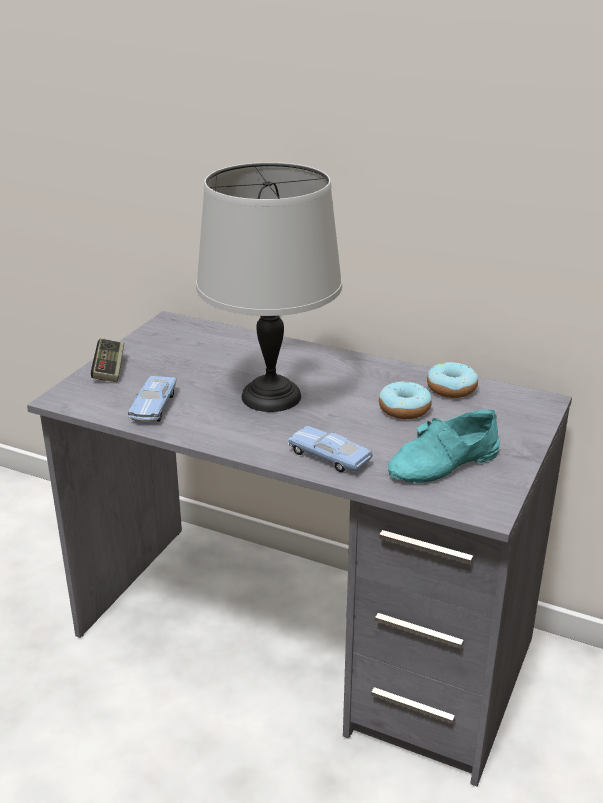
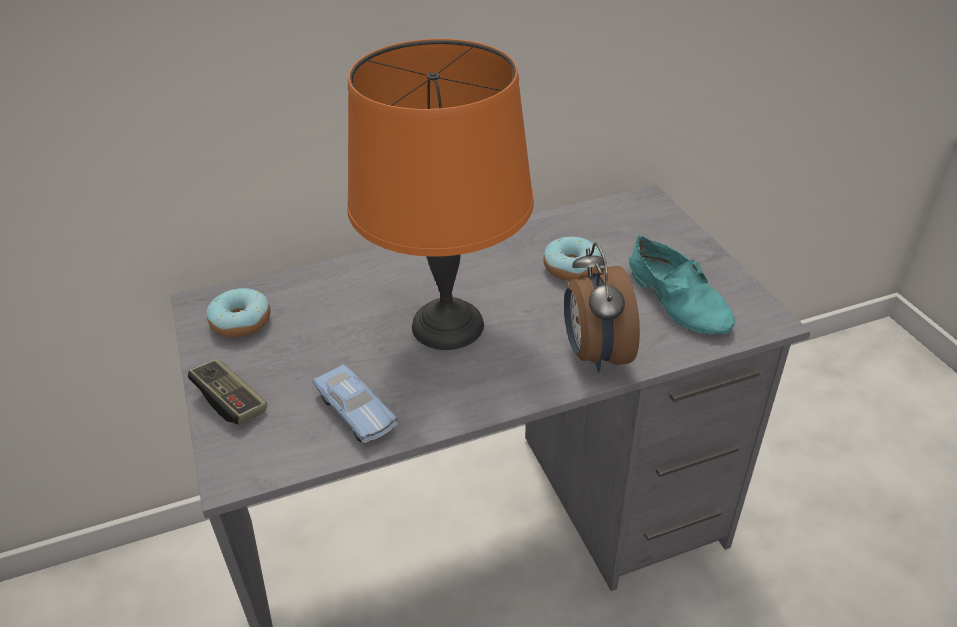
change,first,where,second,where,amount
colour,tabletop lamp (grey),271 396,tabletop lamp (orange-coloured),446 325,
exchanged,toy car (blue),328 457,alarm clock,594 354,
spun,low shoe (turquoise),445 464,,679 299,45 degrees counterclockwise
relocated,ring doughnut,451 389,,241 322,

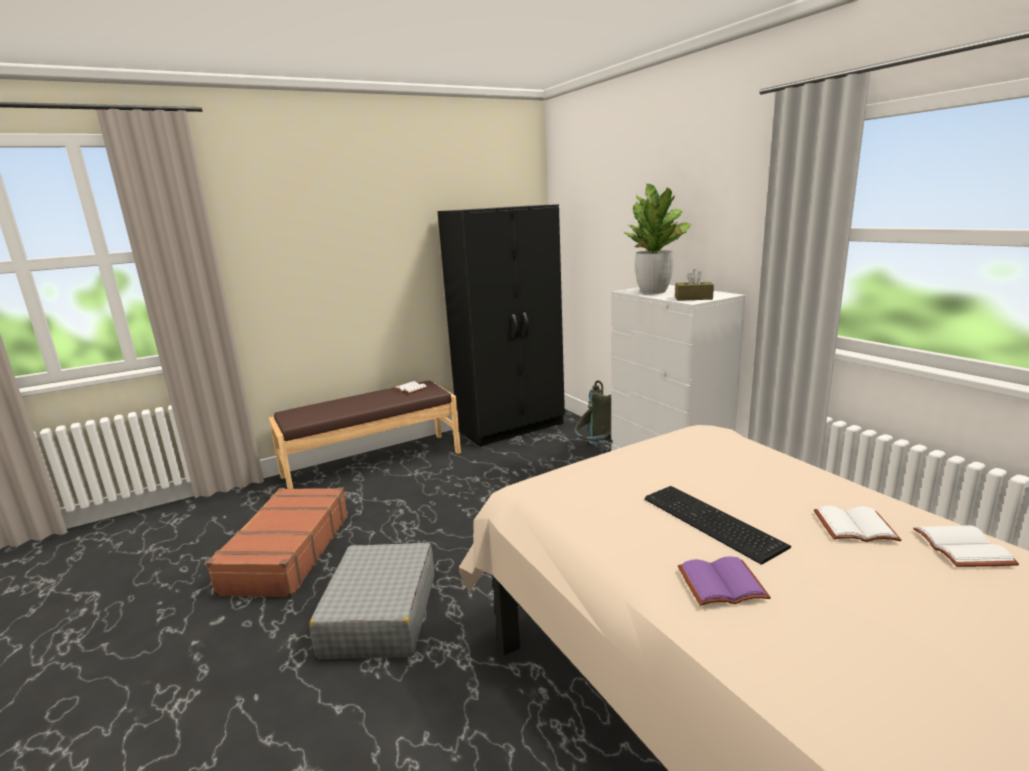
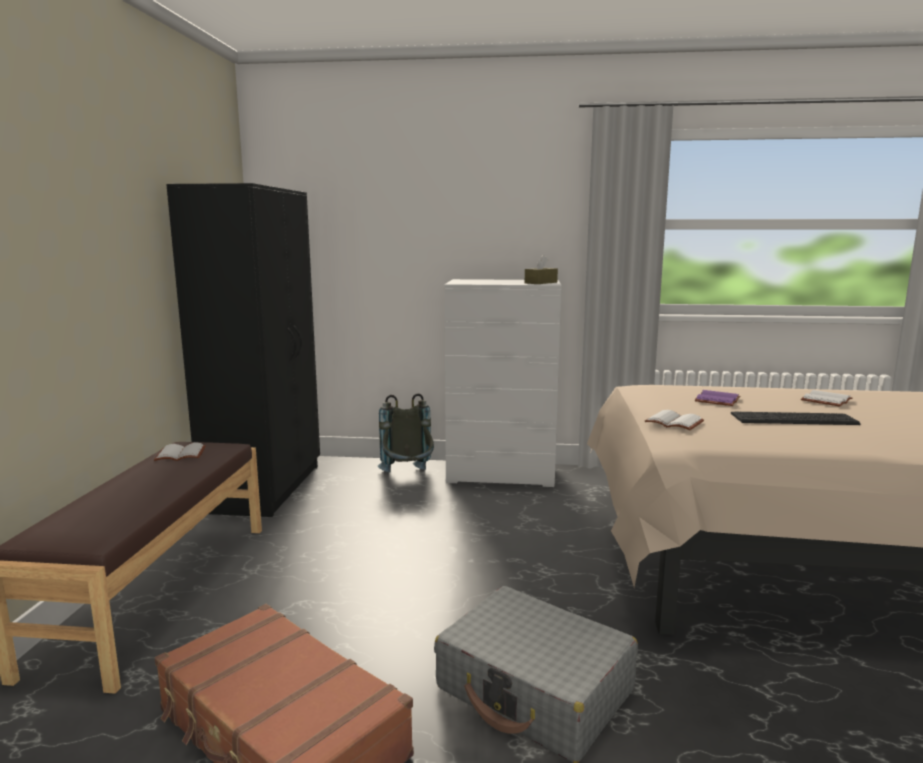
change,first,where,second,where,amount
missing,plant in a pot,653 292,,,
relocated,book (purple-coloured),721 585,,718 400,
relocated,book (white),965 548,,675 422,

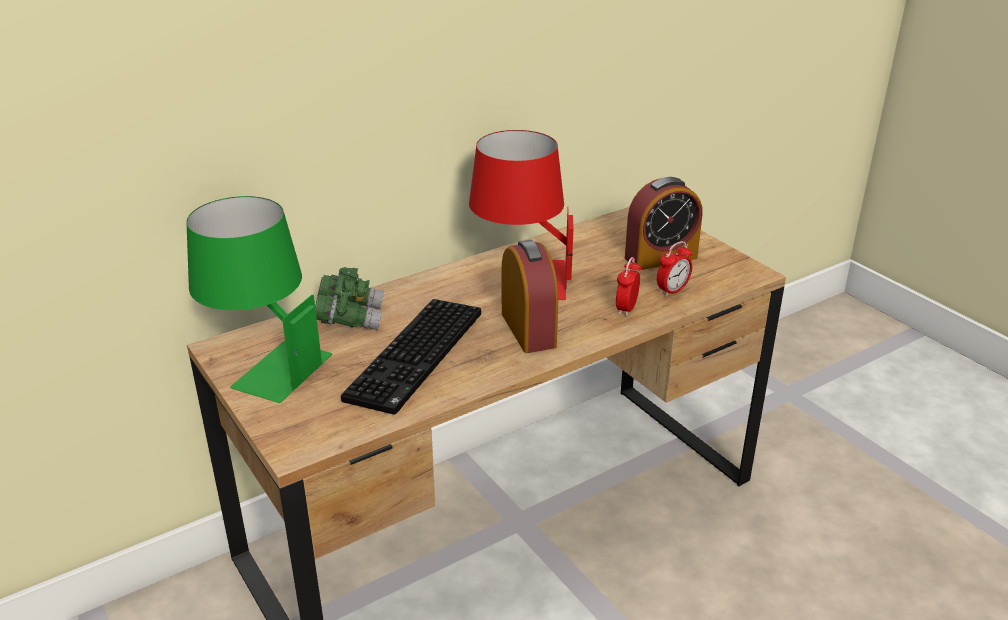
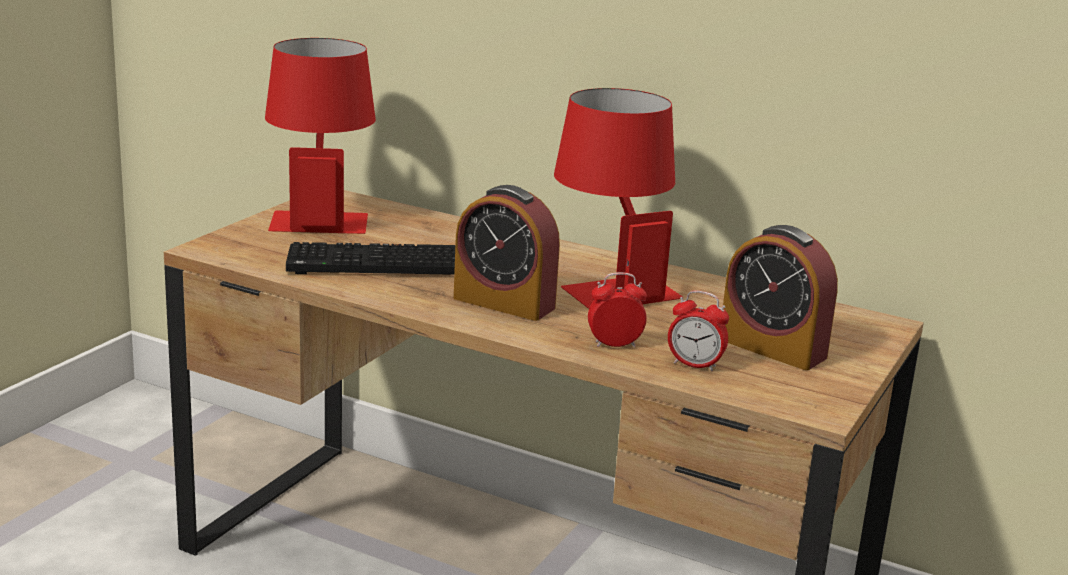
change,first,where,second,where,amount
colour,tabletop lamp (green-coloured),265 365,tabletop lamp (reddish),320 215,
missing,field glasses (green-coloured),350 318,,,
spun,alarm clock,528 330,,504 303,75 degrees clockwise

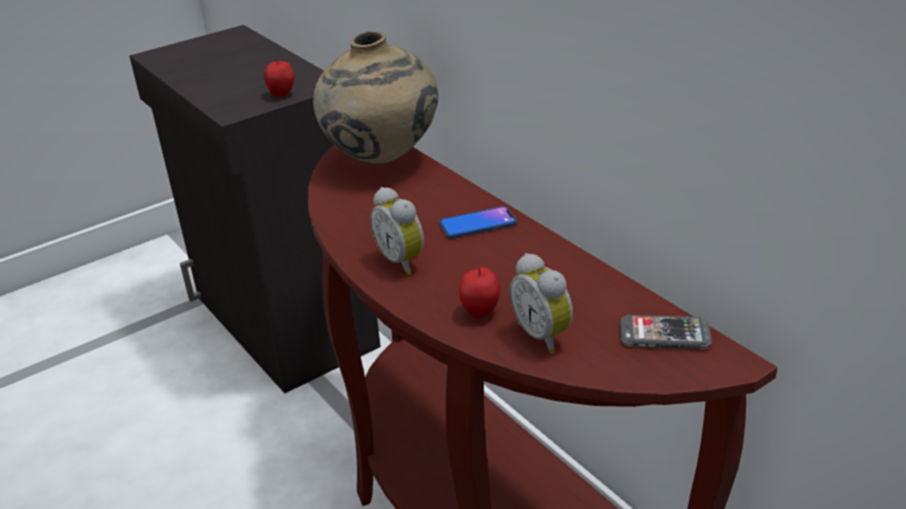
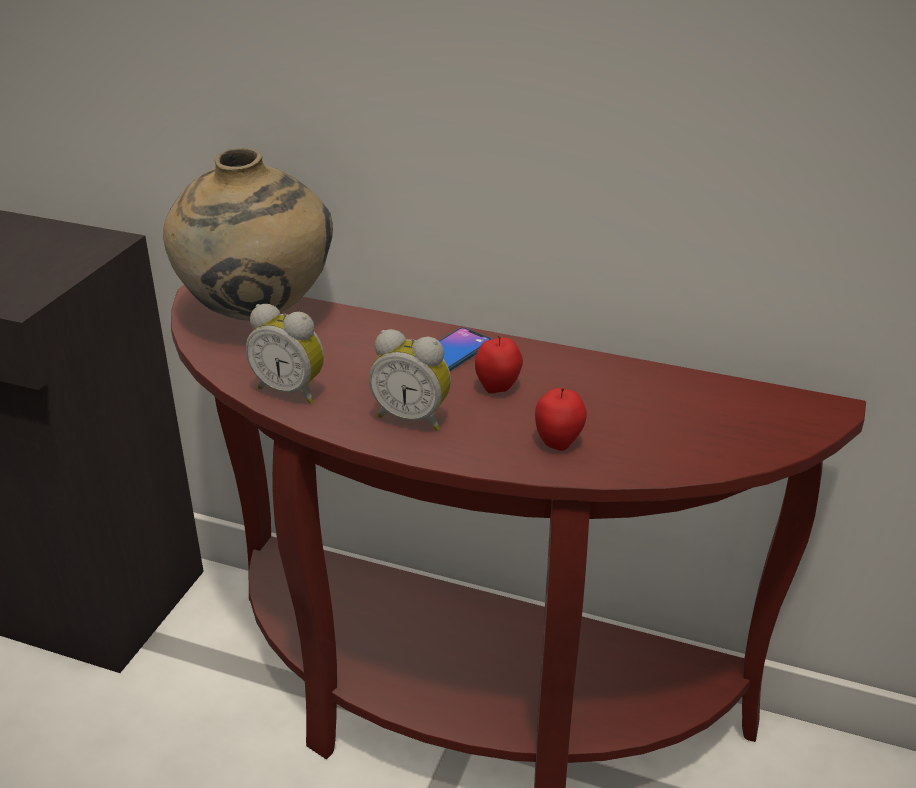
change,first,where,second,where,amount
relocated,apple fruit,282 95,,498 388,
relocated,alarm clock,544 335,,291 390,
missing,handset,664 335,,,

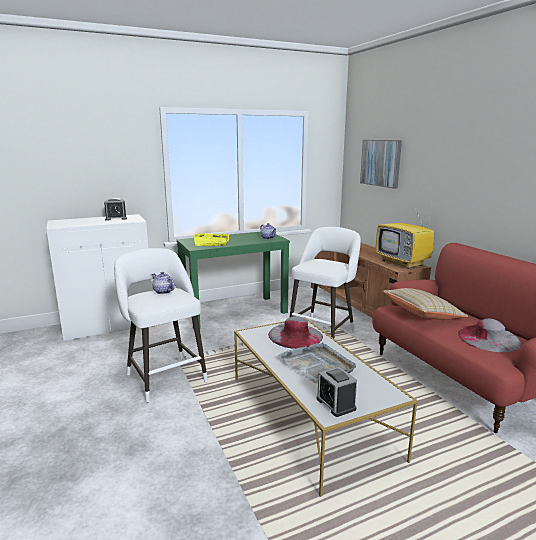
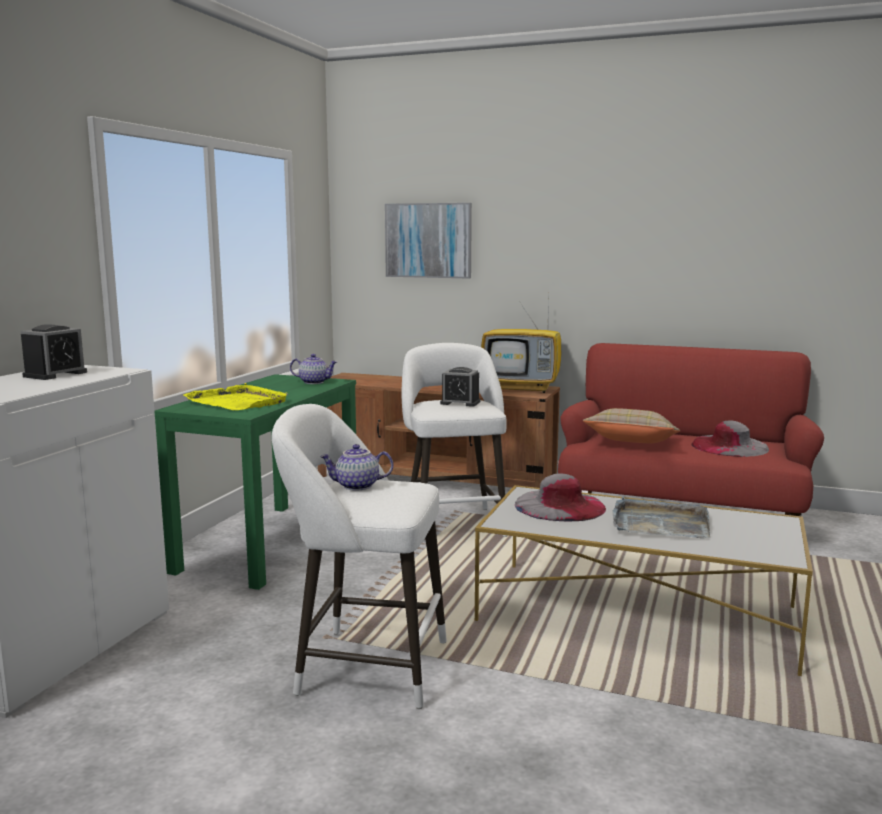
change,first,where,second,where,amount
relocated,alarm clock,335 404,,460 403,

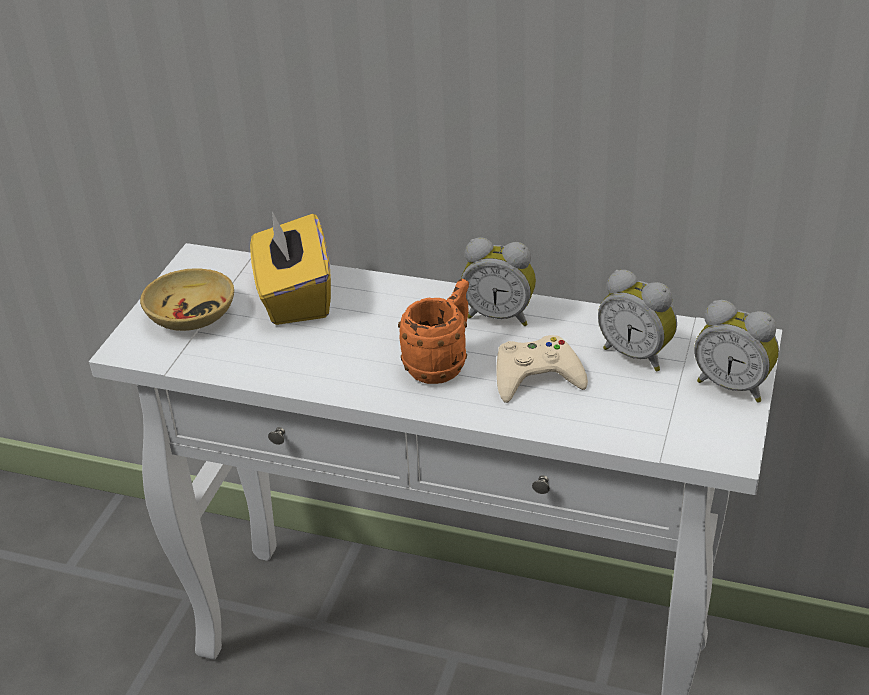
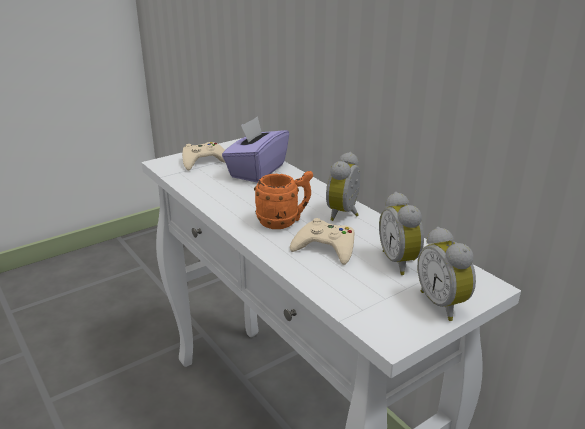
change,first,where,second,where,amount
exchanged,deep dish (sand-coloured),191 315,gamepad (sand-coloured),204 161,
colour,tissue box (yellowish),294 297,tissue box (purple-coloured),256 170,
spun,alarm clock,499 315,,345 214,60 degrees clockwise

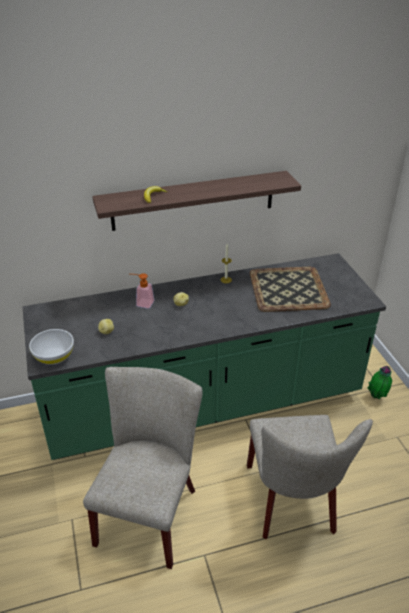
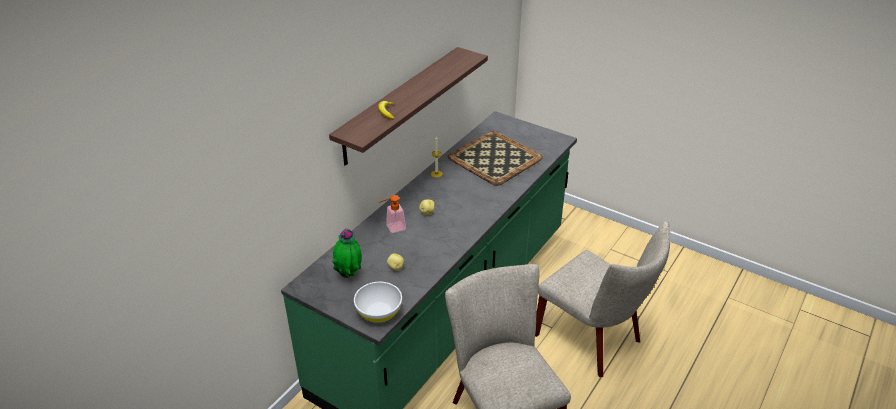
change,first,where,second,where,amount
relocated,plant in a pot,377 397,,349 275,

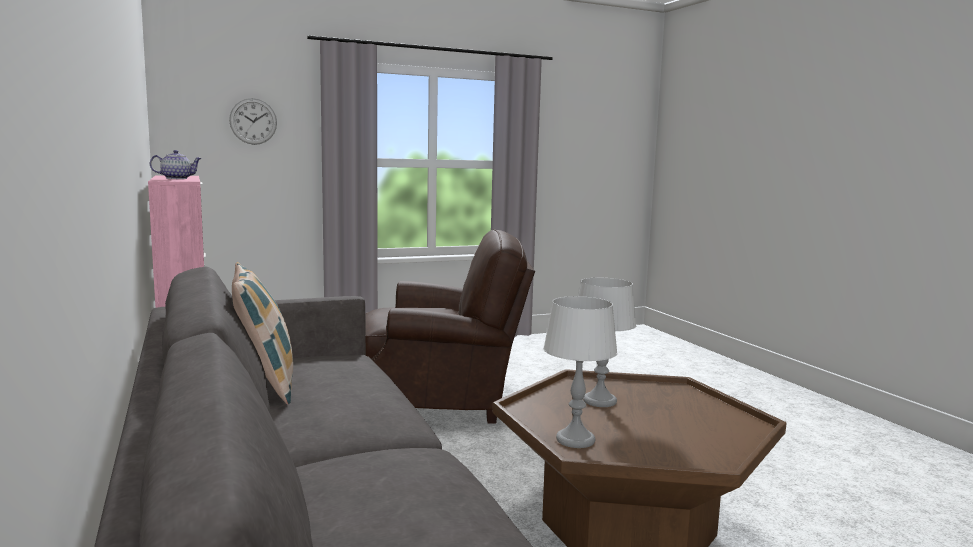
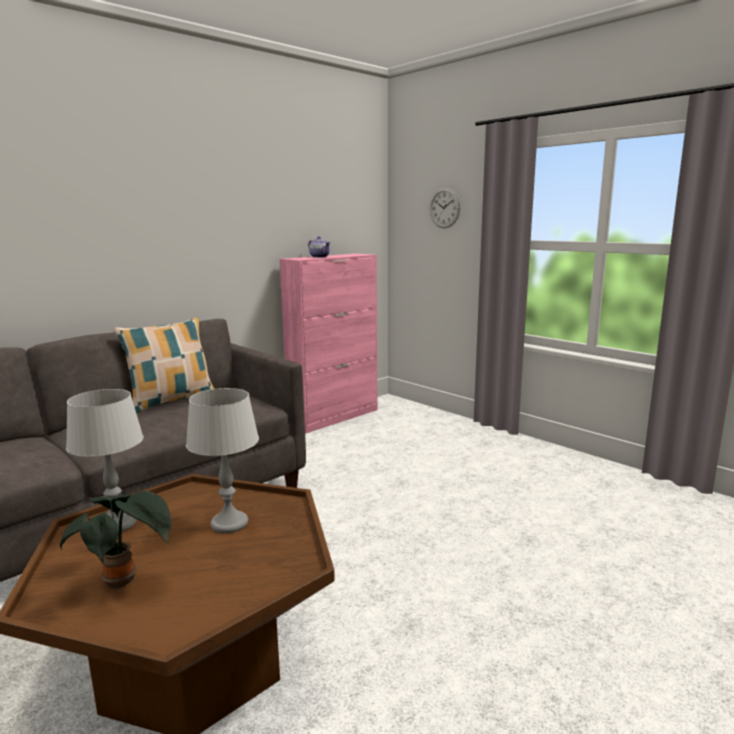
change,first,where,second,where,amount
missing,lounge chair (brown),442 400,,,
appeared,,,plant in a pot,124 581,

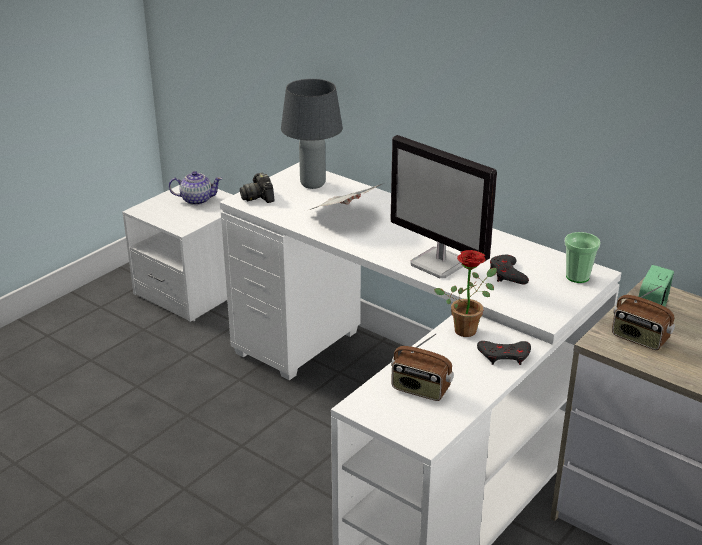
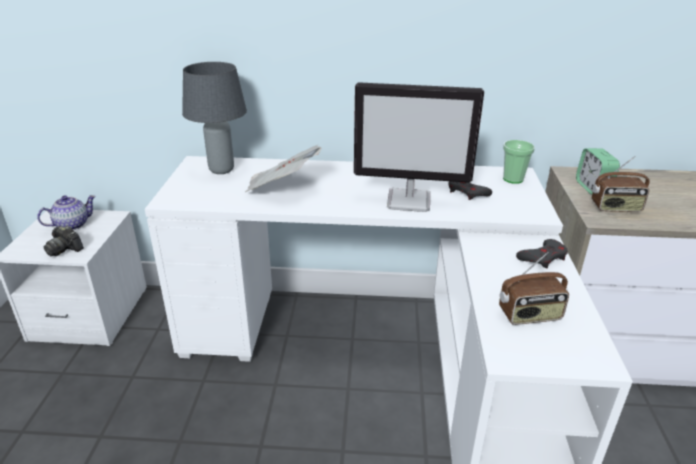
change,first,where,second,where,amount
relocated,photo camera,258 197,,65 249,
missing,plant in a pot,467 328,,,

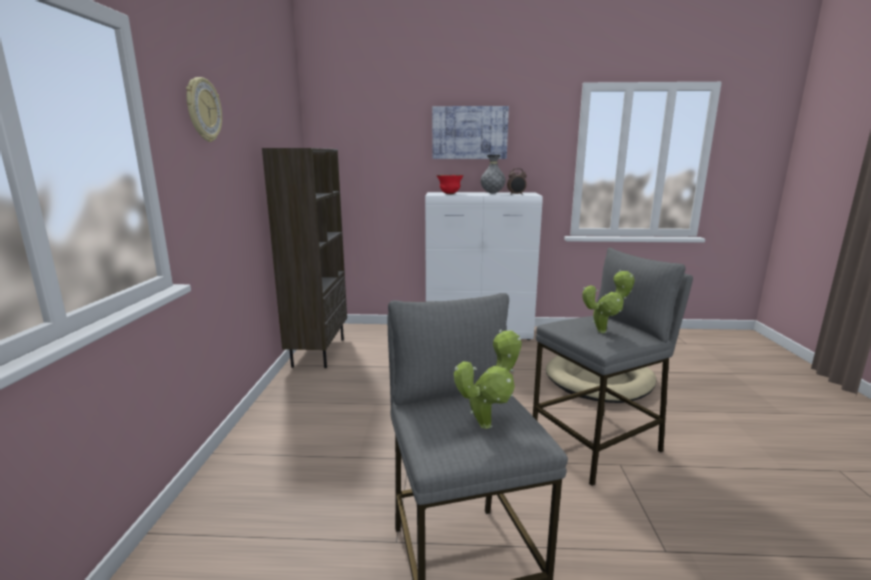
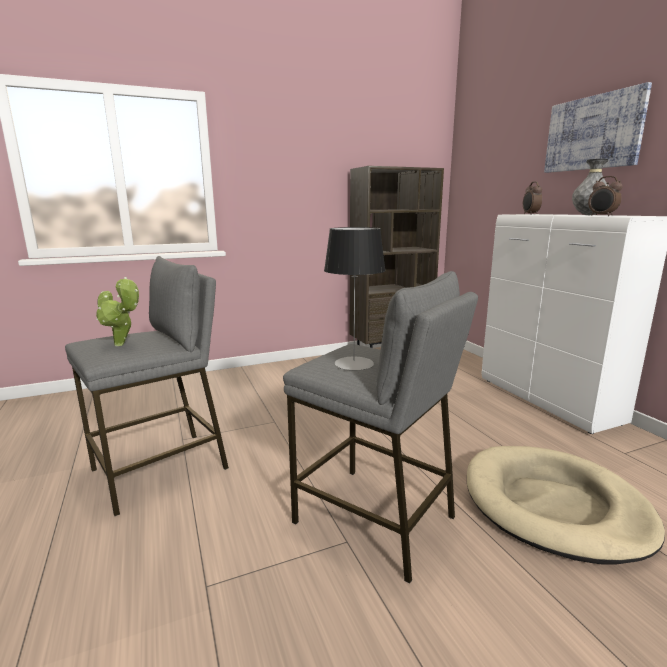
change,first,where,second,where,amount
missing,wall clock,203 110,,,
exchanged,deep dish (reddish),449 194,alarm clock,530 214,
exchanged,plant in a pot,604 331,tabletop lamp,354 363,

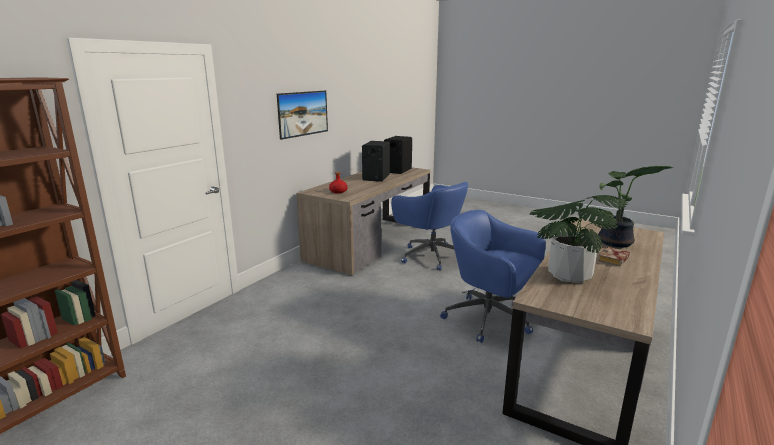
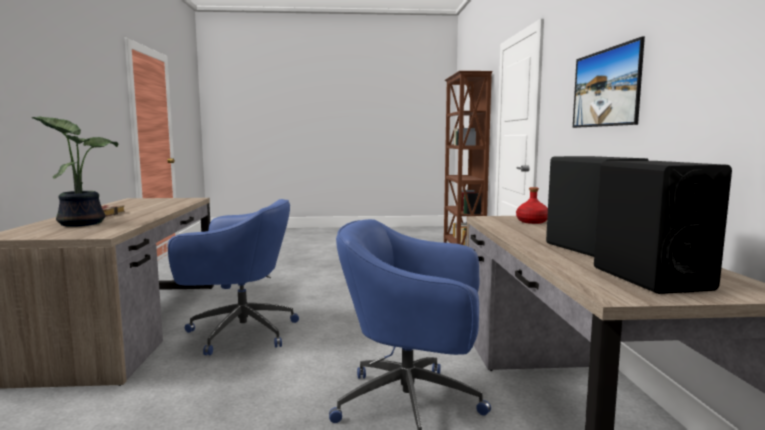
change,first,where,second,where,amount
missing,plant in a pot,569 275,,,

